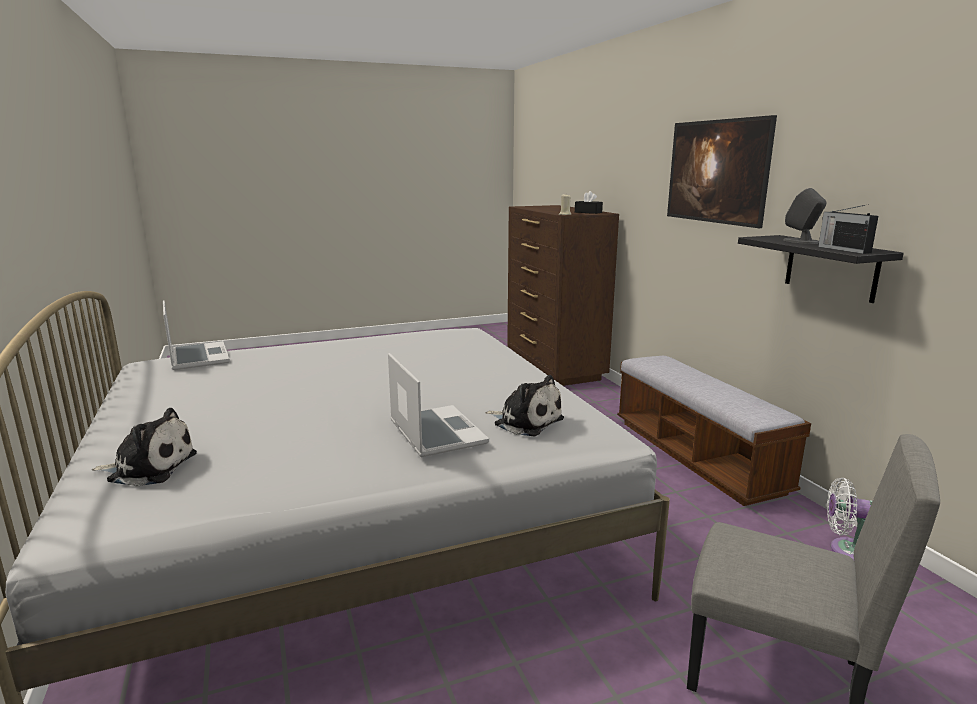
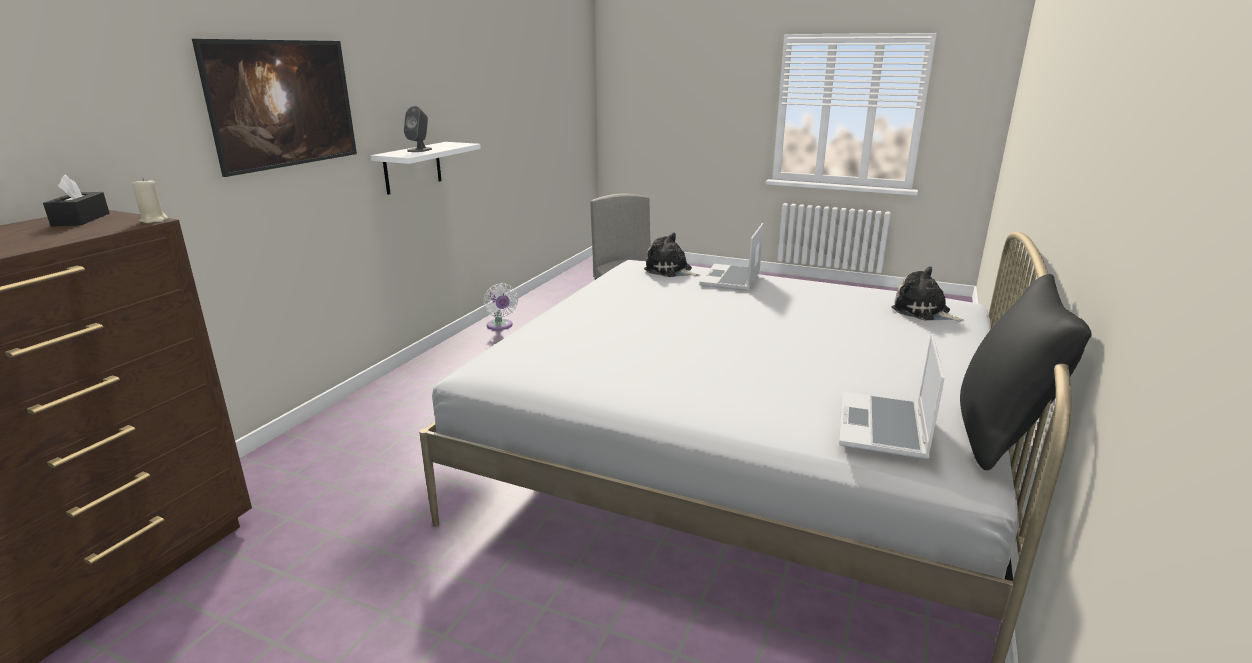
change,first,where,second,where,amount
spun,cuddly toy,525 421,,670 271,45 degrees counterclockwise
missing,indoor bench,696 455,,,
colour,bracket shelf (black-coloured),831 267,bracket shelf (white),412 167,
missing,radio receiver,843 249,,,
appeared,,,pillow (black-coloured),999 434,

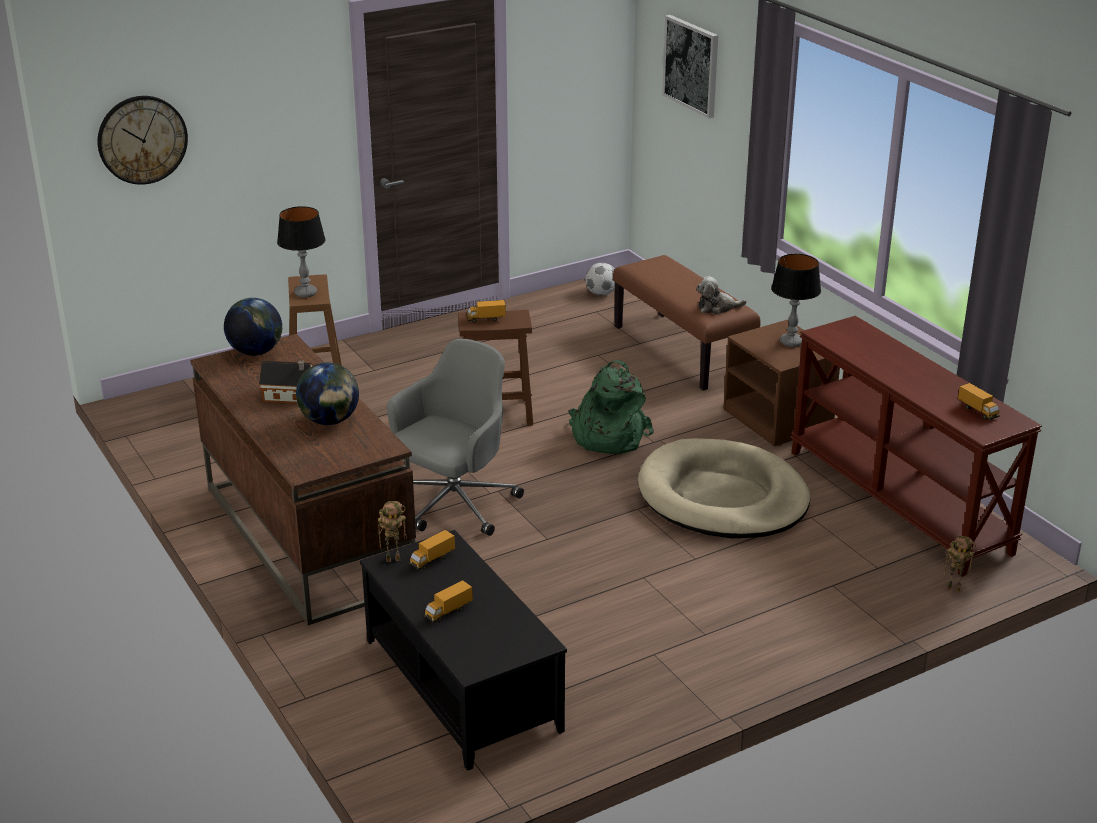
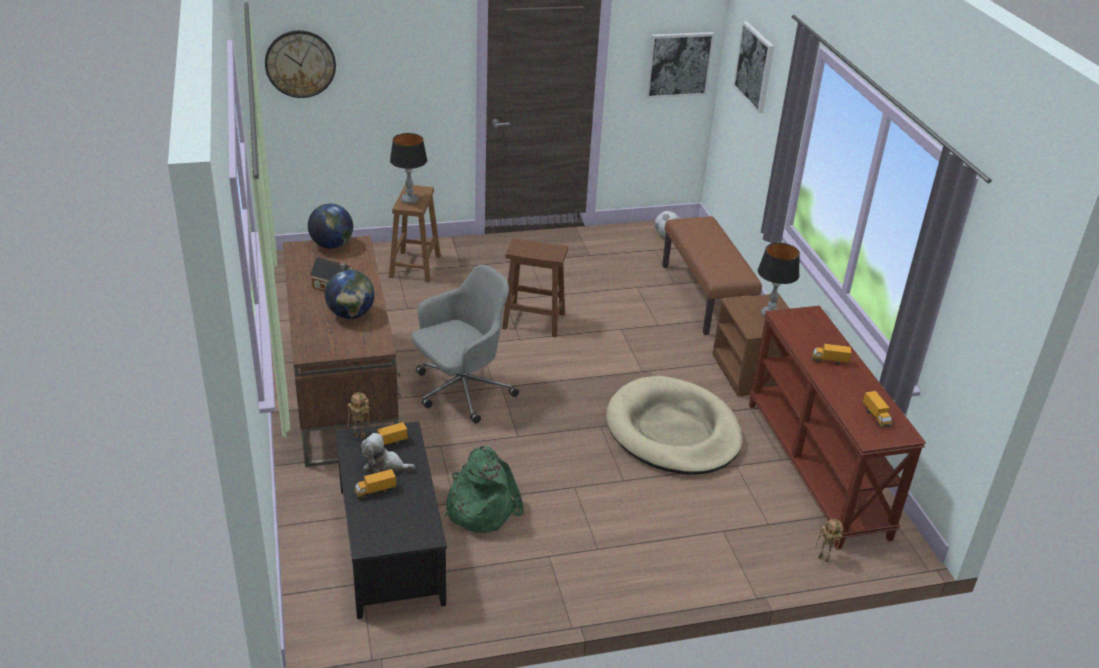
change,first,where,second,where,amount
relocated,toy truck,486 319,,829 361,
relocated,rucksack (green-coloured),607 436,,480 507,
relocated,cuddly toy,717 308,,384 466,
appeared,,,picture,678 64,

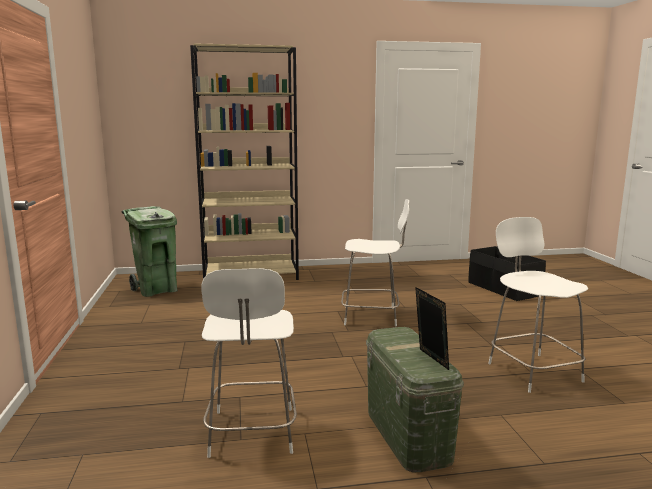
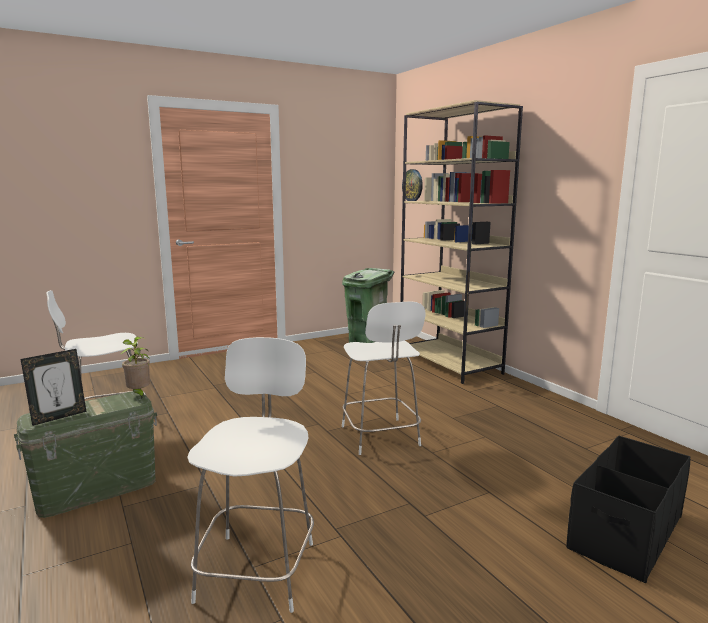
change,first,where,second,where,amount
spun,chair (white),532 371,,258 567,45 degrees counterclockwise
appeared,,,plant in a pot,139 394,
appeared,,,wall clock,413 185,

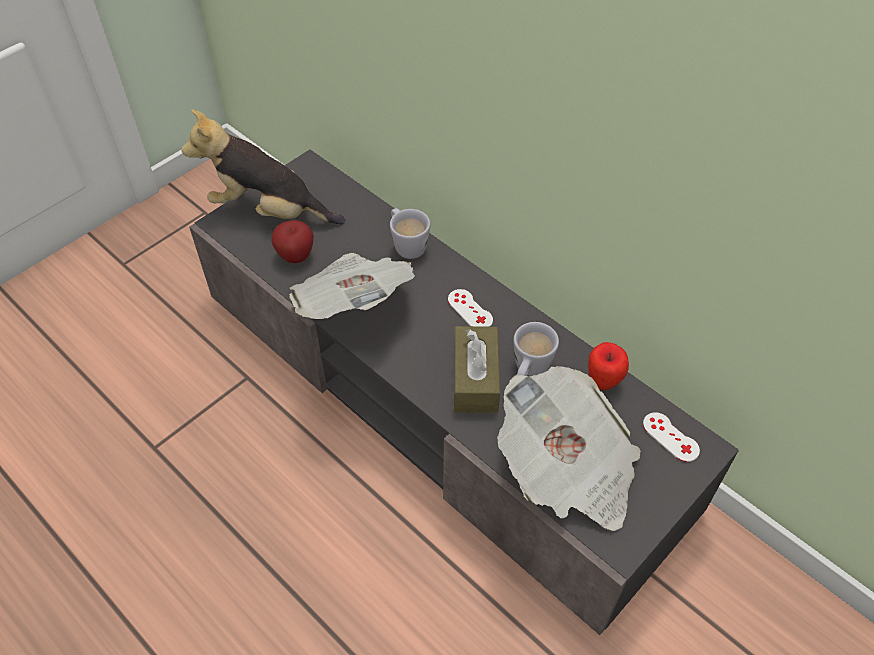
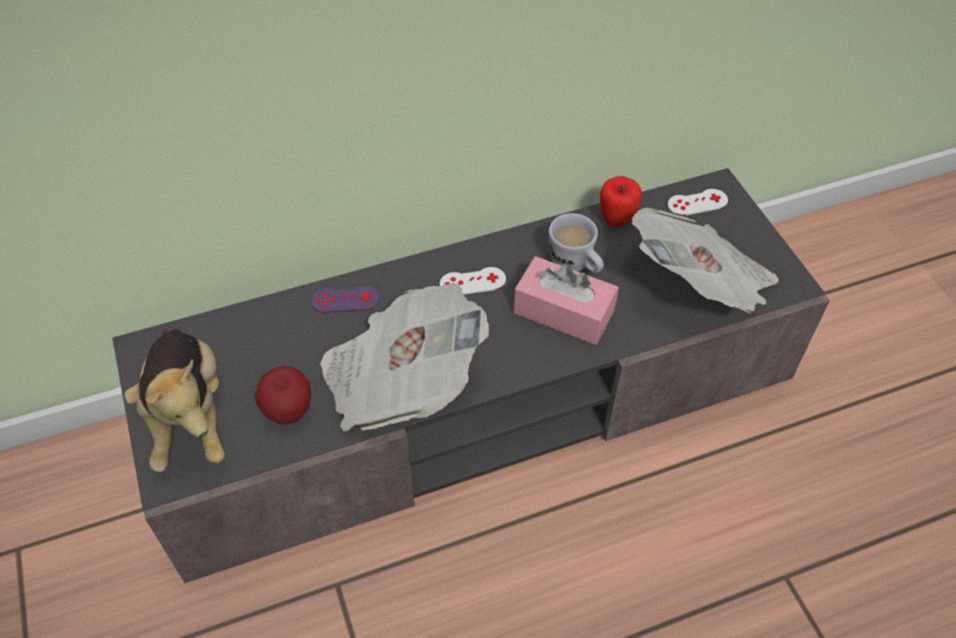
change,first,where,second,where,amount
spun,cuddly toy,269 211,,189 416,60 degrees counterclockwise
exchanged,mug (white),407 244,gamepad (purple-coloured),345 300,
colour,tissue box (brown),475 379,tissue box (pinkish),563 312,

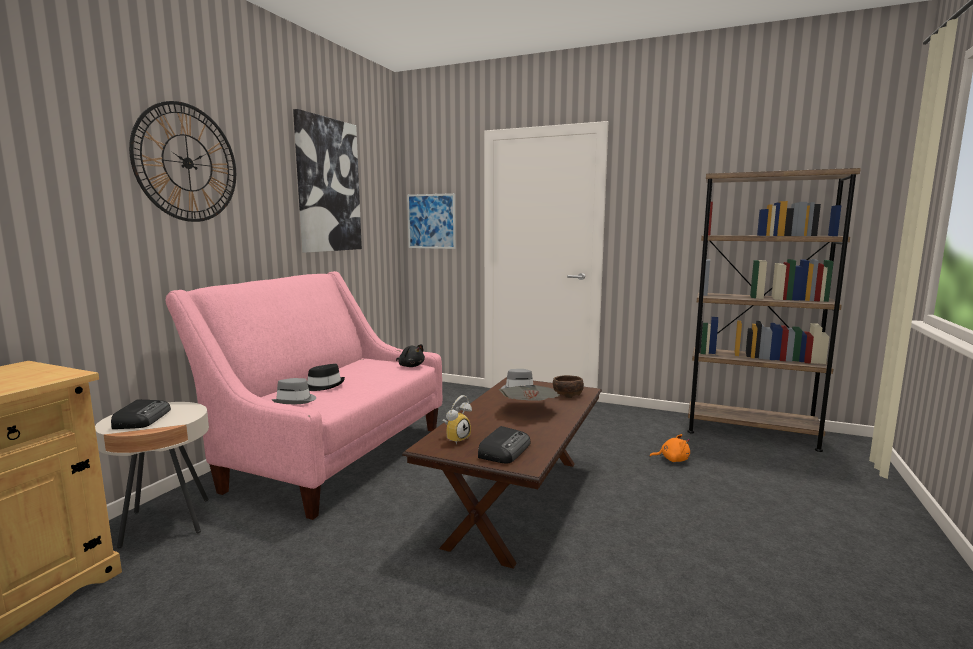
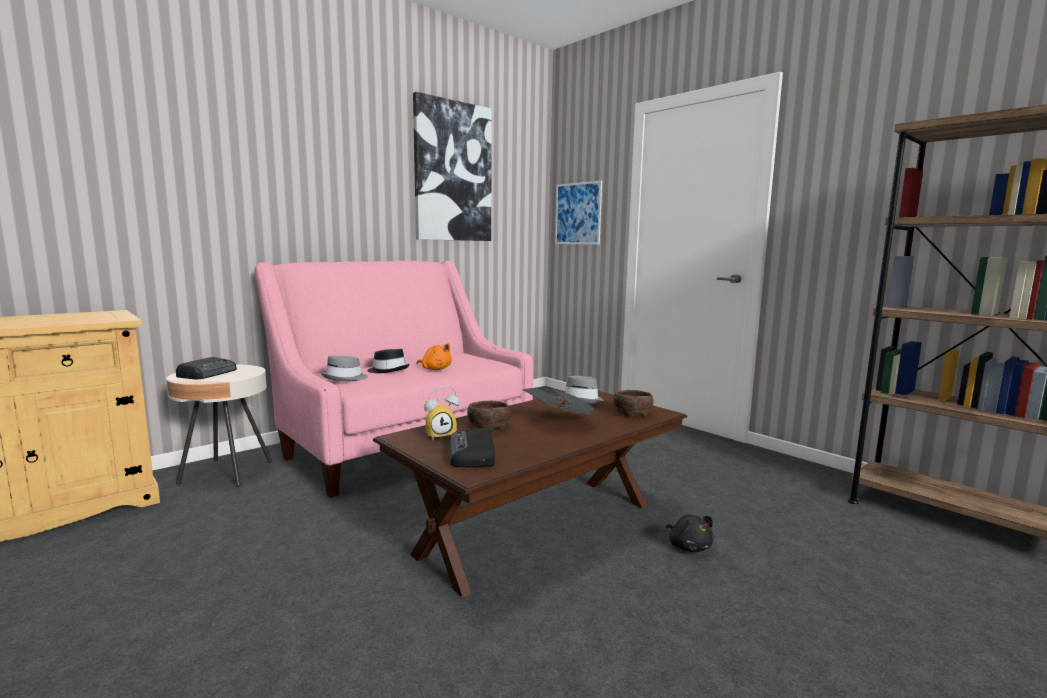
change,first,where,second,where,amount
missing,wall clock,187 163,,,
relocated,cuddly toy (black-coloured),410 366,,689 546,
spun,radio receiver,504 450,,472 455,120 degrees clockwise
relocated,cuddly toy (orange-coloured),672 459,,435 369,
appeared,,,deep dish (brown),488 426,

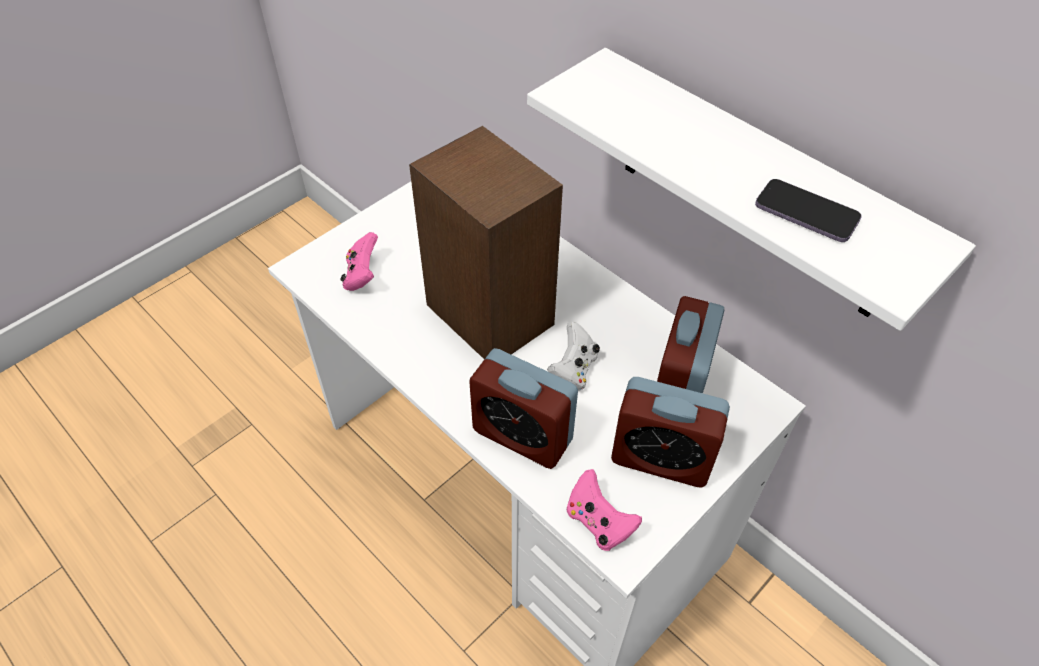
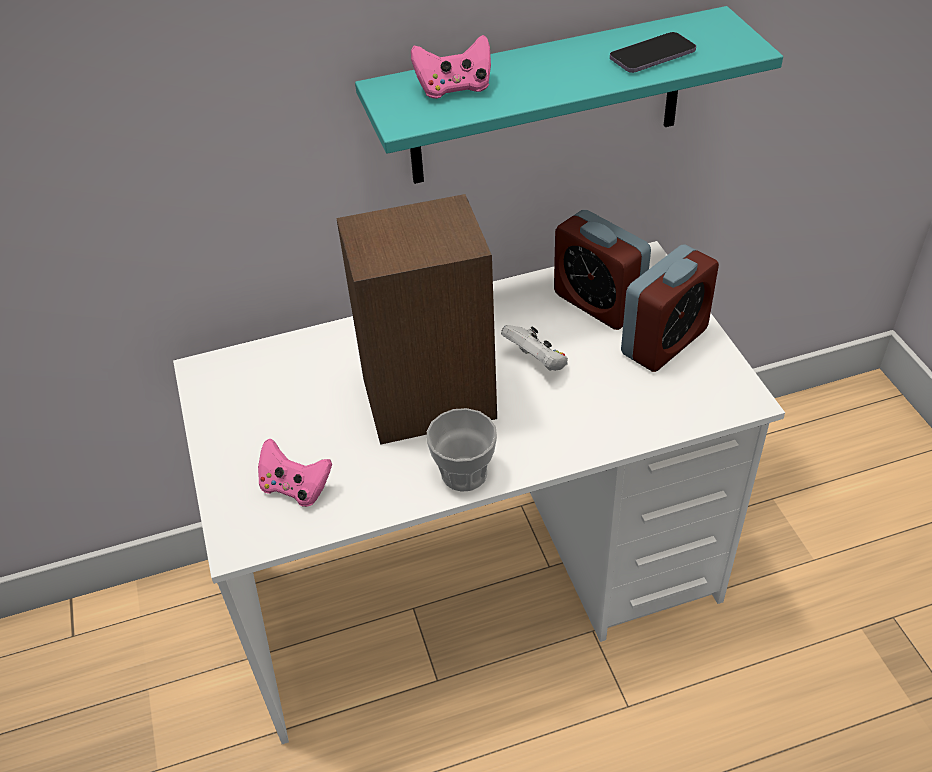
change,first,where,second,where,amount
missing,alarm clock,522 435,,,
colour,bracket shelf (white),753 187,bracket shelf (turquoise),546 99,
relocated,gamepad (pinkish),598 522,,454 88,
appeared,,,cup,464 473,

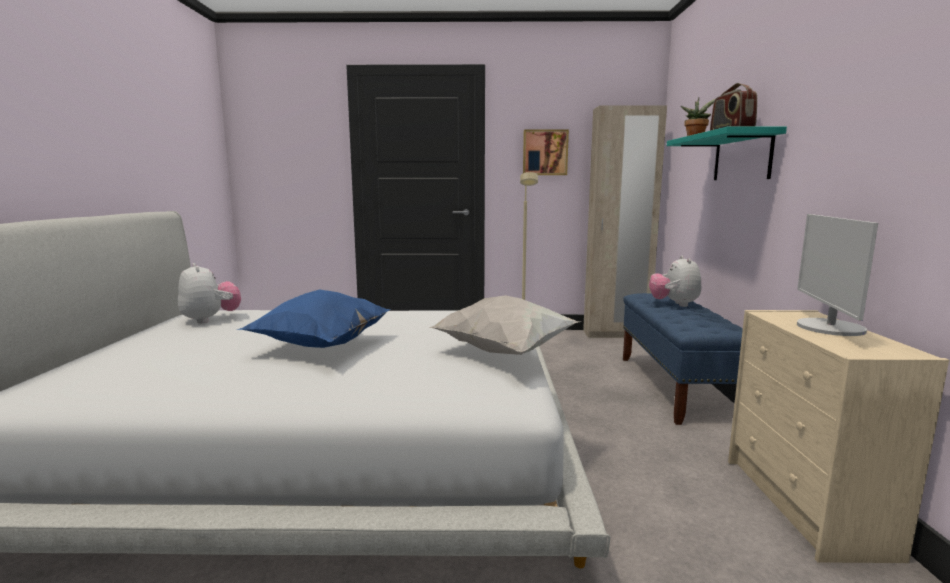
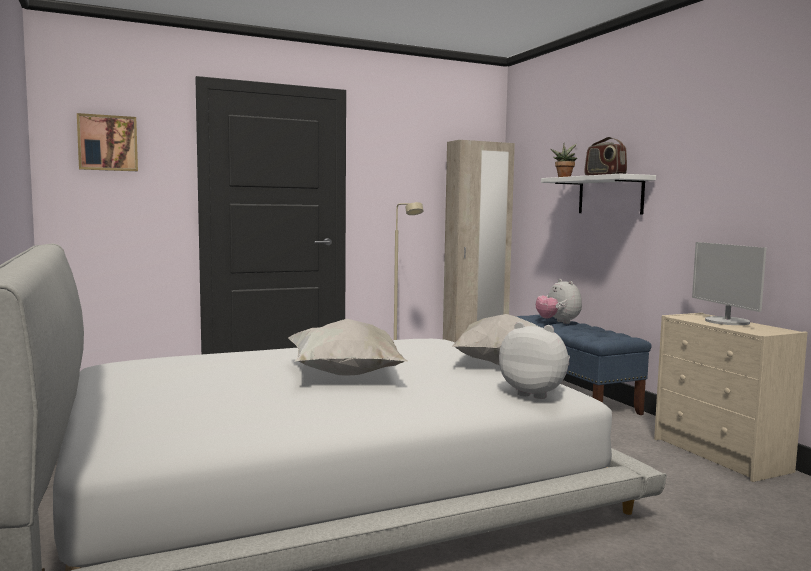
change,first,where,second,where,amount
relocated,cuddly toy,210 319,,535 393,
colour,pillow (blue),320 347,pillow (white),346 376,
relocated,picture,545 152,,107 143,
colour,bracket shelf (turquoise),742 157,bracket shelf (white),610 195,

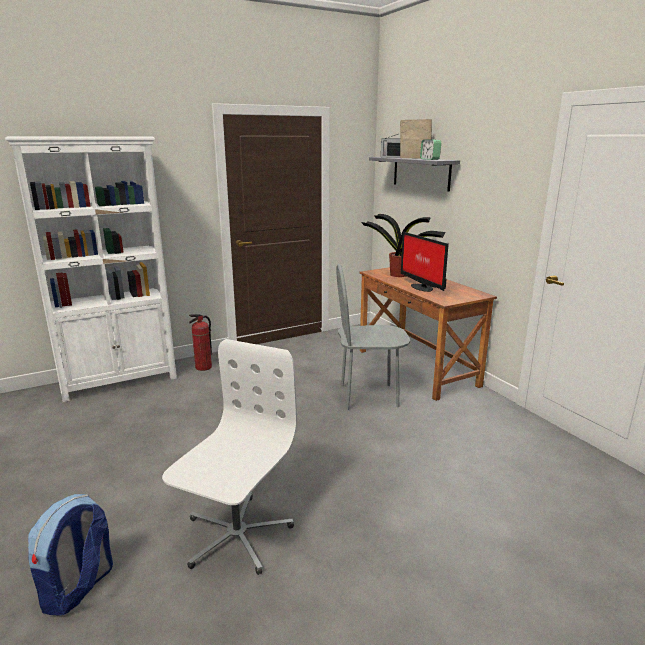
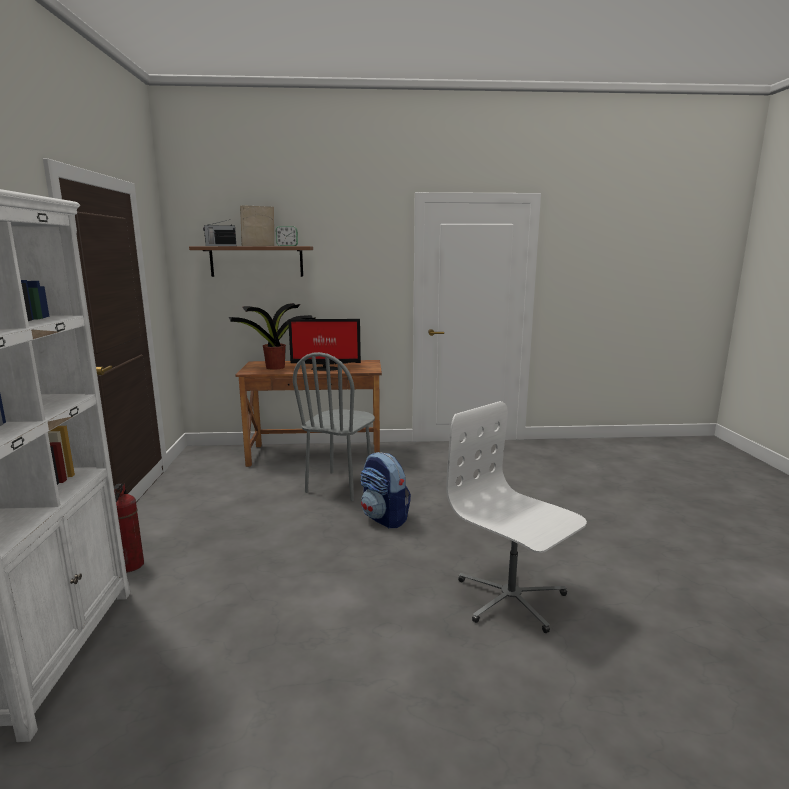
change,first,where,second,where,amount
relocated,rucksack,79 588,,385 518,
colour,bracket shelf (grey),421 173,bracket shelf (brown),256 261,

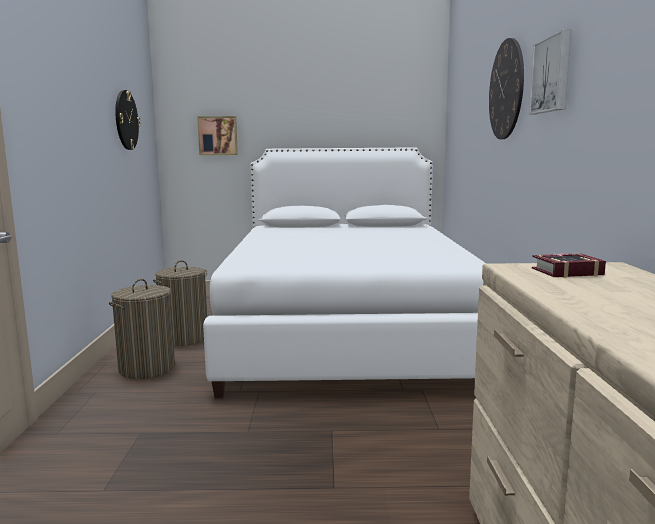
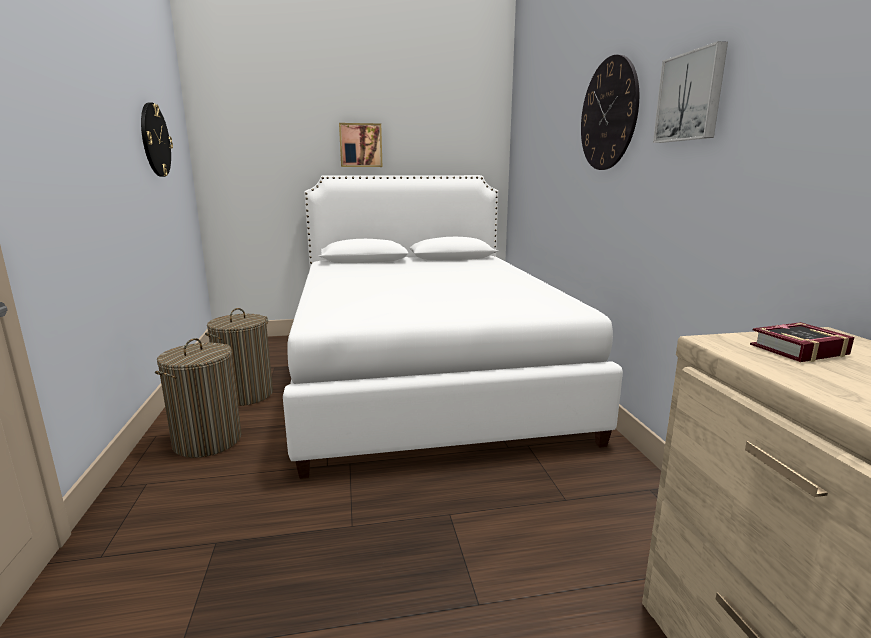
change,first,where,second,where,amount
relocated,picture,218 136,,360 145,

